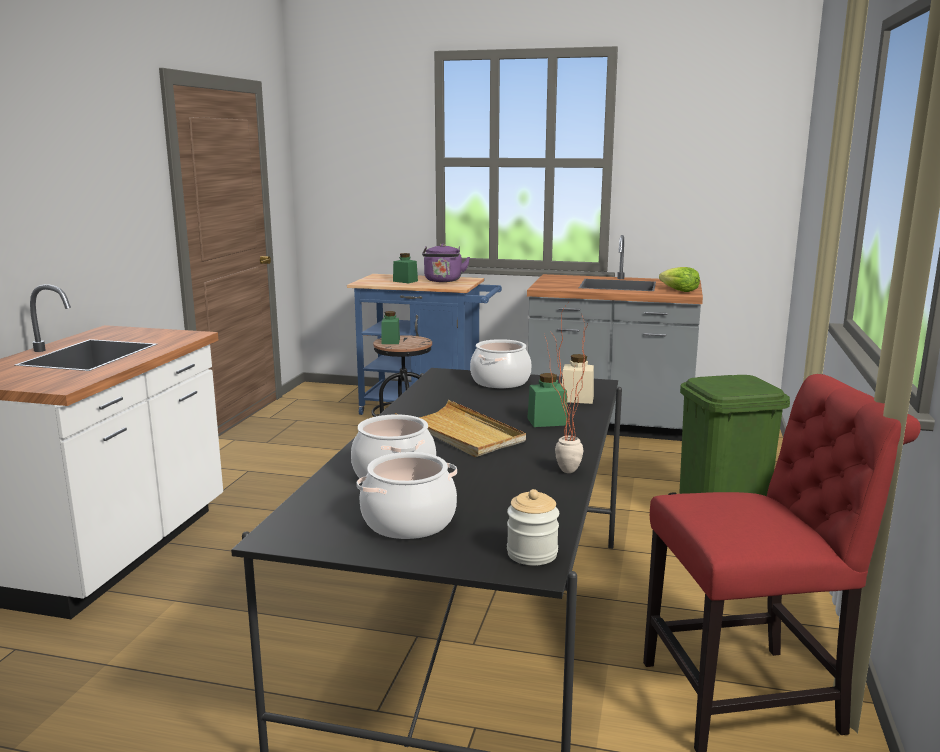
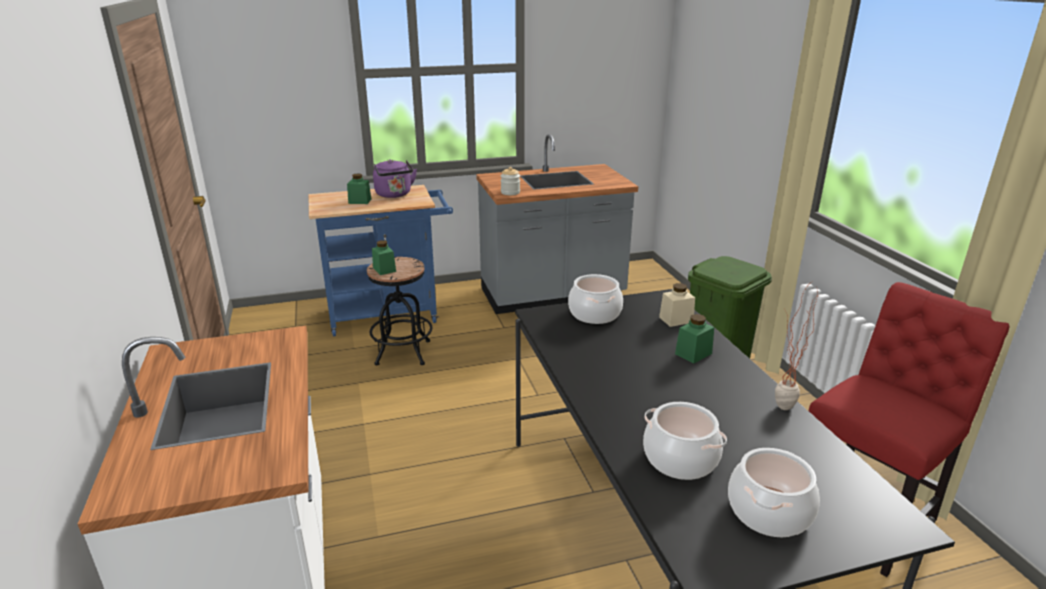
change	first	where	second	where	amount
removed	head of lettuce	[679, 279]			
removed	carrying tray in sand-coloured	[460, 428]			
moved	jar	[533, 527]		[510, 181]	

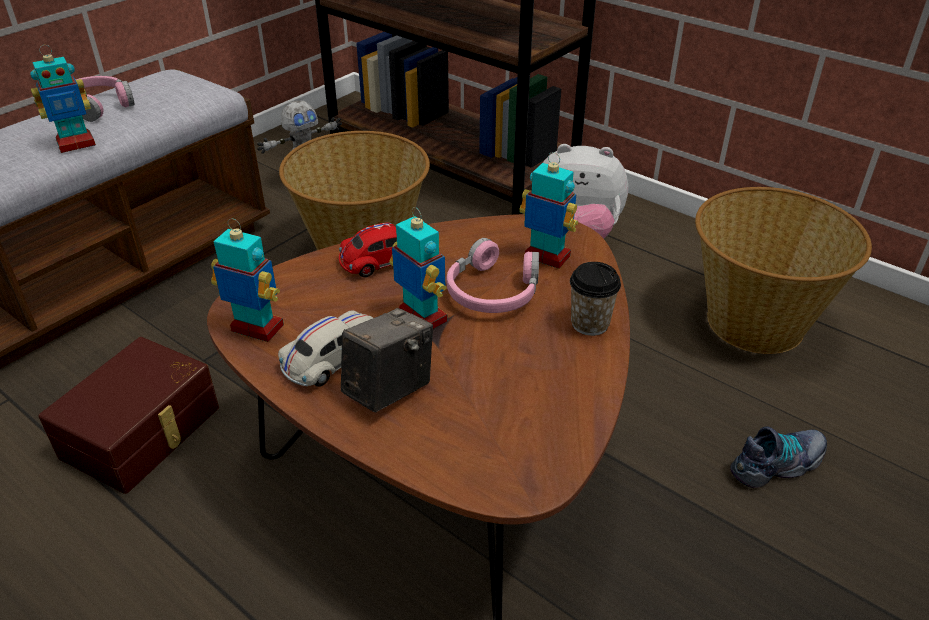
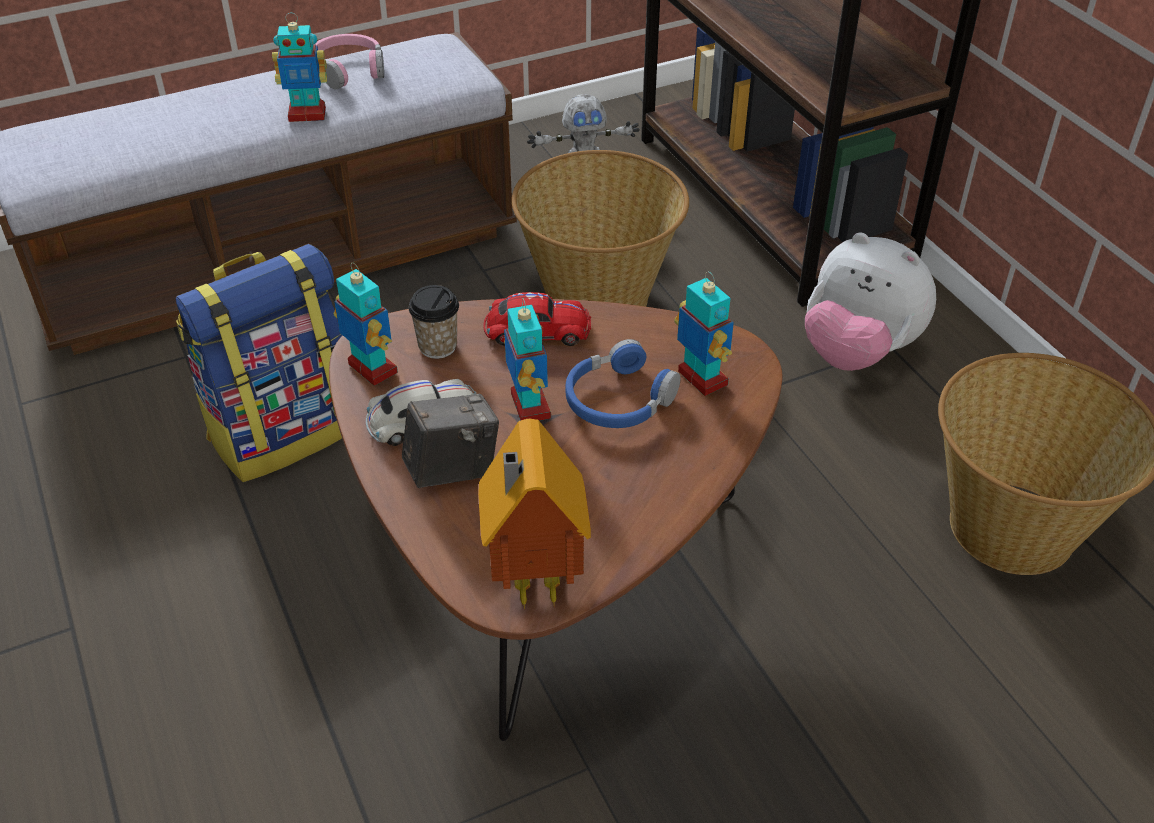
change	first	where	second	where	amount
recoloured	pair of headphones in pink-coloured	[492, 275]	pair of headphones in blue	[623, 383]	
moved	drinking cup	[595, 299]		[434, 322]	
replaced	storage box in brown	[129, 415]	rucksack	[259, 363]	
removed	low shoe	[778, 457]			
added			model house	[534, 514]	

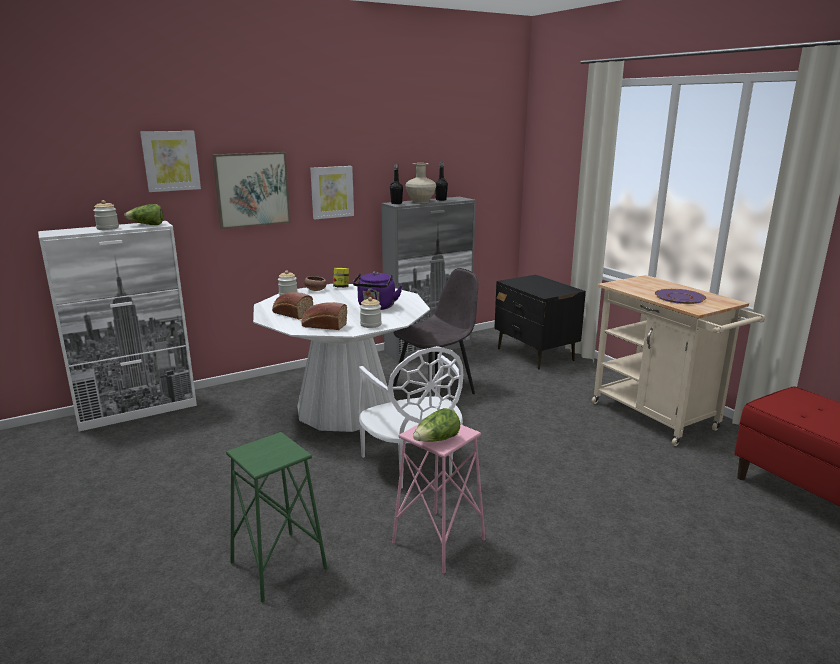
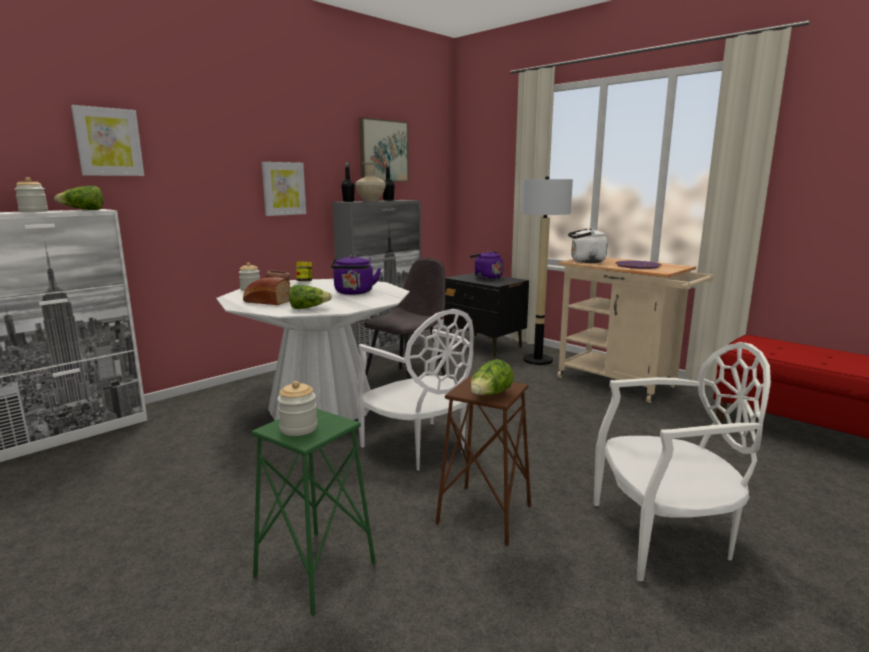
change	first	where	second	where	amount
moved	picture	[251, 190]		[384, 149]	
moved	jar	[371, 312]		[297, 408]	
replaced	bakery bread	[324, 316]	head of lettuce	[310, 297]	
recoloured	stool in pink-coloured	[439, 499]	stool in brown	[483, 460]	
added			standard lamp	[547, 270]	
added			water kettle in white-coloured	[588, 245]	
added			water kettle in purplish	[486, 265]	
added			upright chair in white-coloured	[682, 461]	

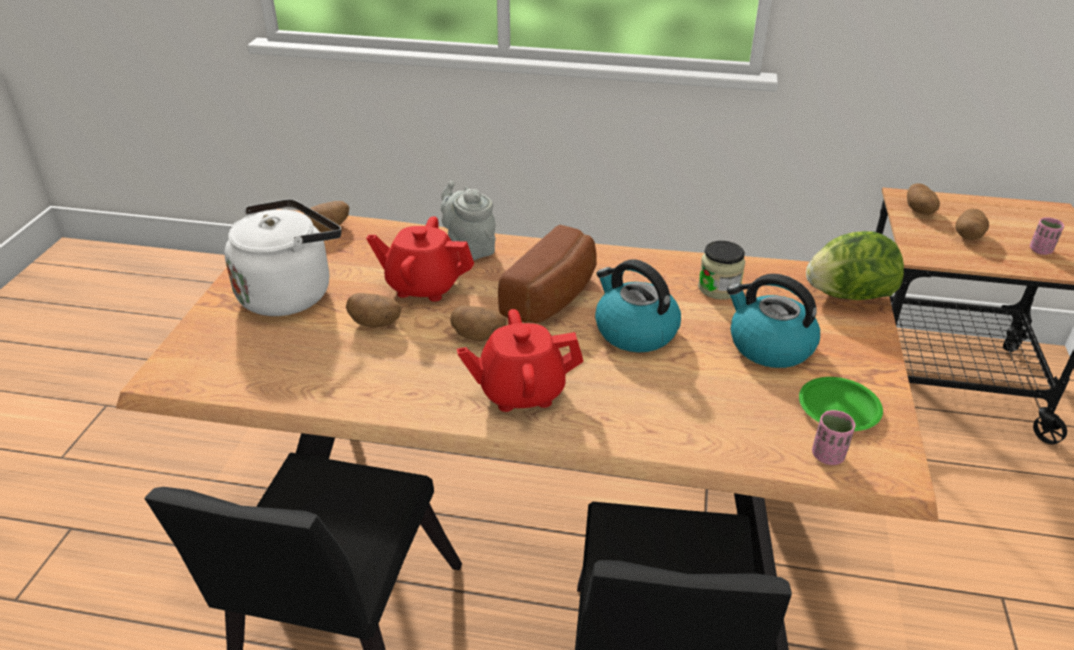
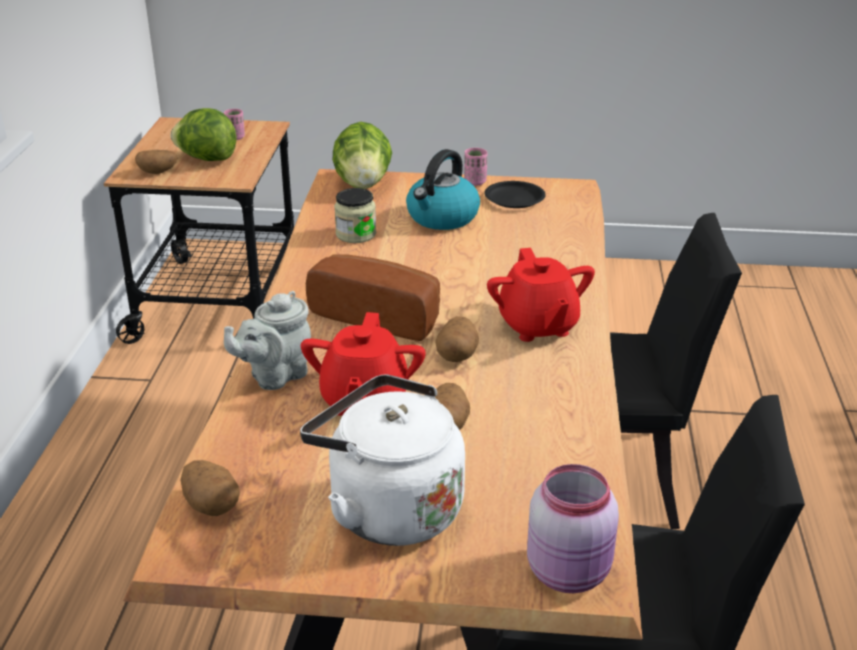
change	first	where	second	where	amount
replaced	whole potato	[972, 224]	head of lettuce	[203, 134]	
removed	water kettle	[638, 305]			
recoloured	plate in green-coloured	[841, 404]	plate in black	[515, 194]	
moved	drinking cup in pink-coloured	[833, 437]		[475, 167]	
added			jar in pink-coloured	[573, 528]	

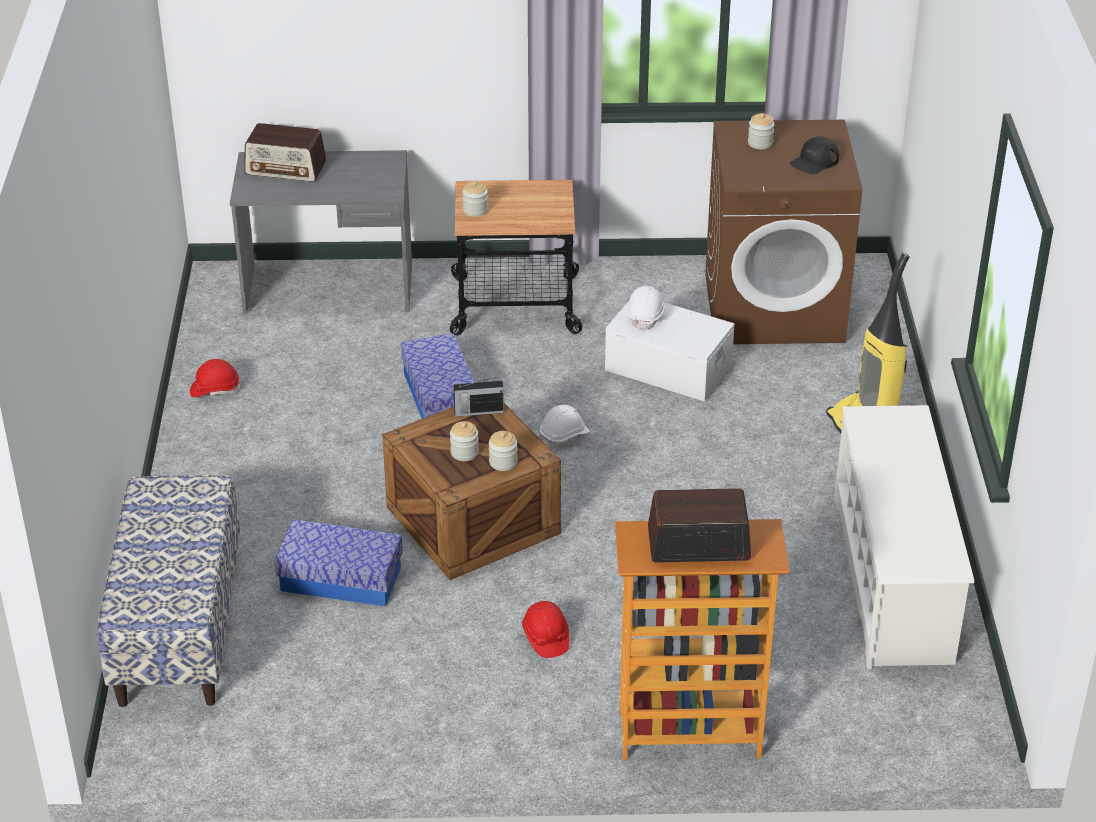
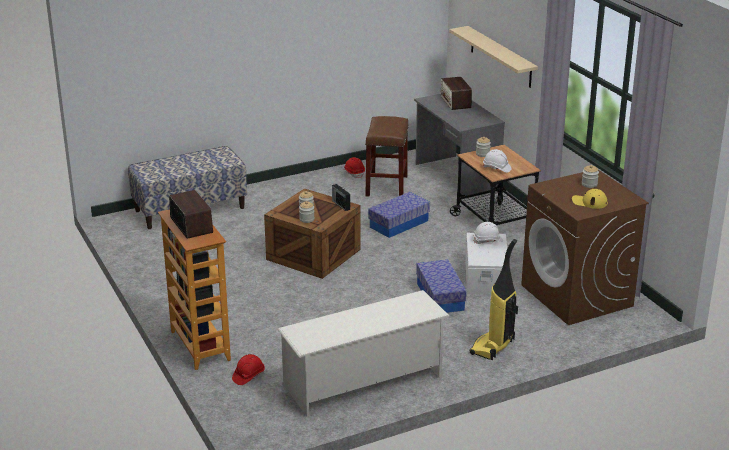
change	first	where	second	where	amount
recoloured	cap in black	[814, 155]	cap in yellow	[590, 199]	
moved	work helmet in white-coloured	[565, 426]		[497, 161]	
moved	storage box	[338, 563]		[441, 286]	
moved	work helmet in reddish	[545, 629]		[248, 369]	
added			bracket shelf in sand-coloured	[493, 57]	
added			stool in brown	[387, 156]	

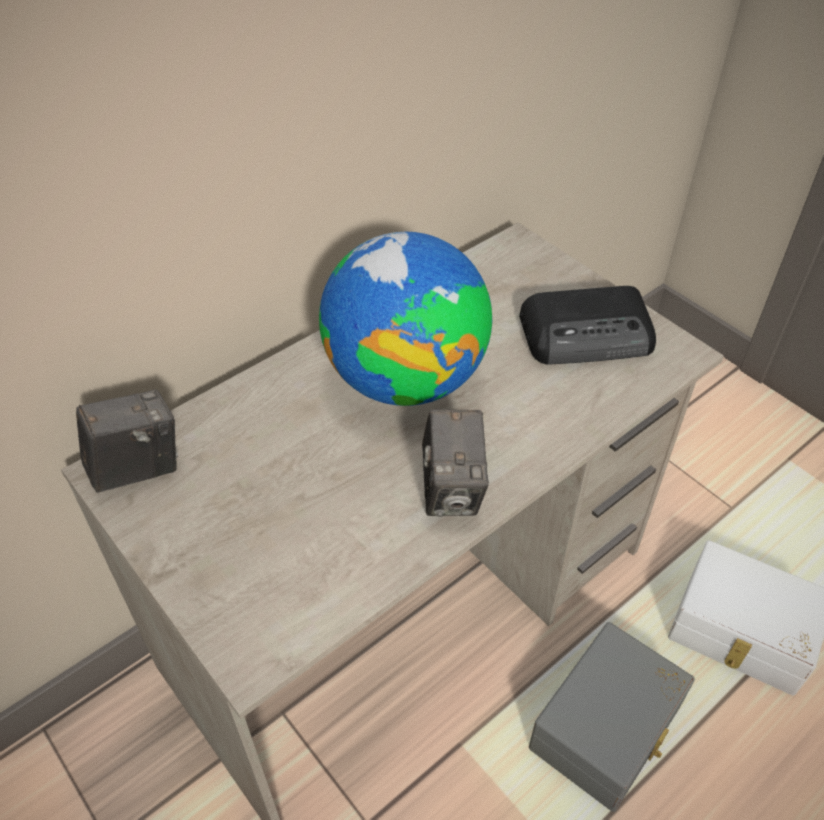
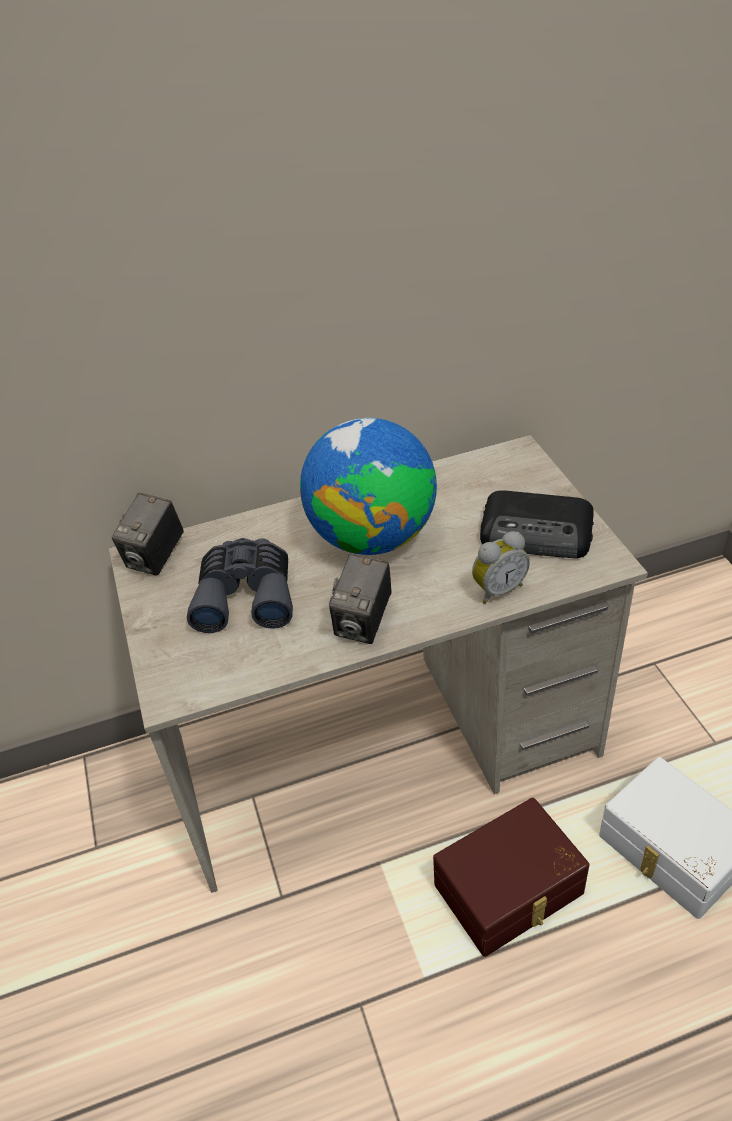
change	first	where	second	where	amount
turned	photo camera	[127, 441]		[148, 534]	120 degrees clockwise
recoloured	storage box in grey	[612, 717]	storage box in brown	[511, 877]	
added			bedside clock	[501, 567]	
added			pair of binoculars in grey	[240, 585]	

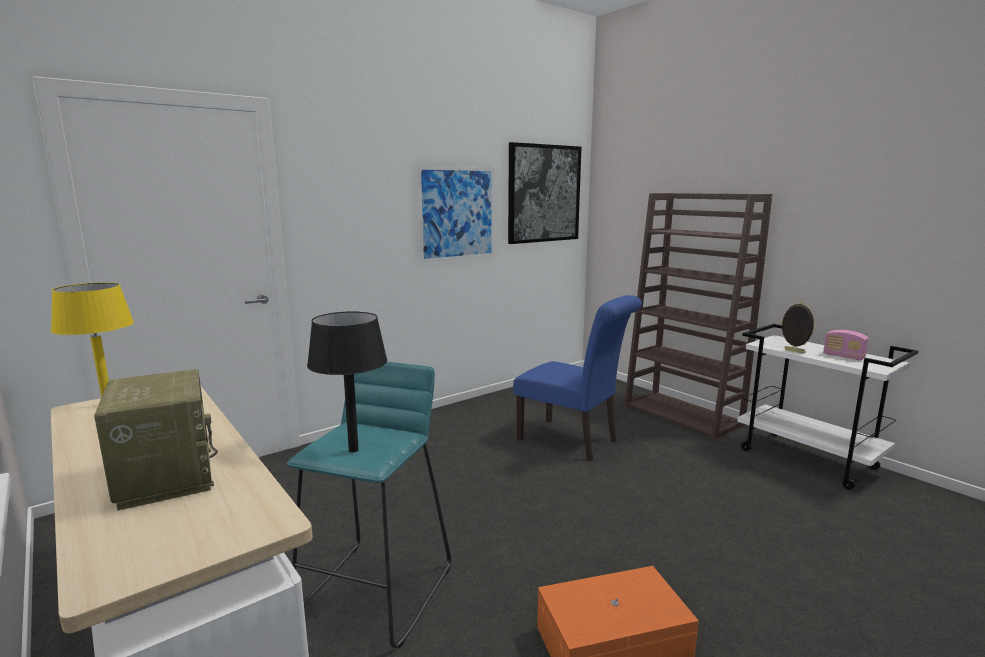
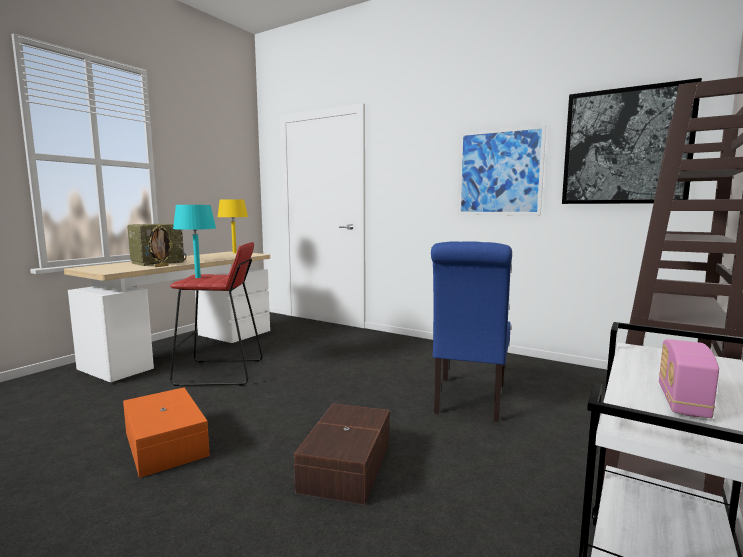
change	first	where	second	where	amount
moved	standing frame	[799, 328]		[160, 246]	
recoloured	lamp for a table in black	[347, 381]	lamp for a table in blue-green	[194, 241]	
recoloured	stool in blue-green	[369, 505]	stool in reddish	[216, 314]	
added			storage box in brown	[342, 454]	

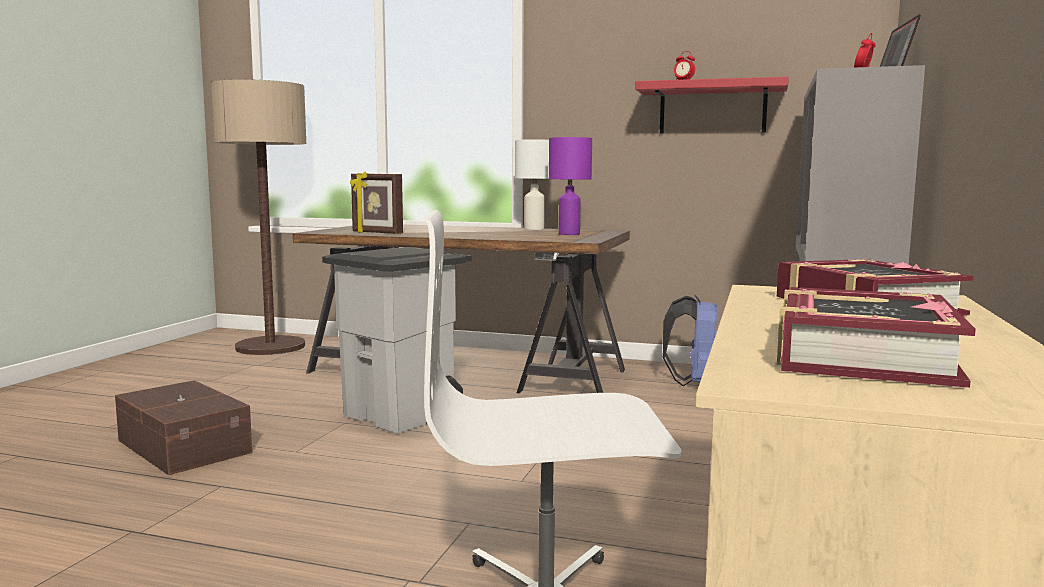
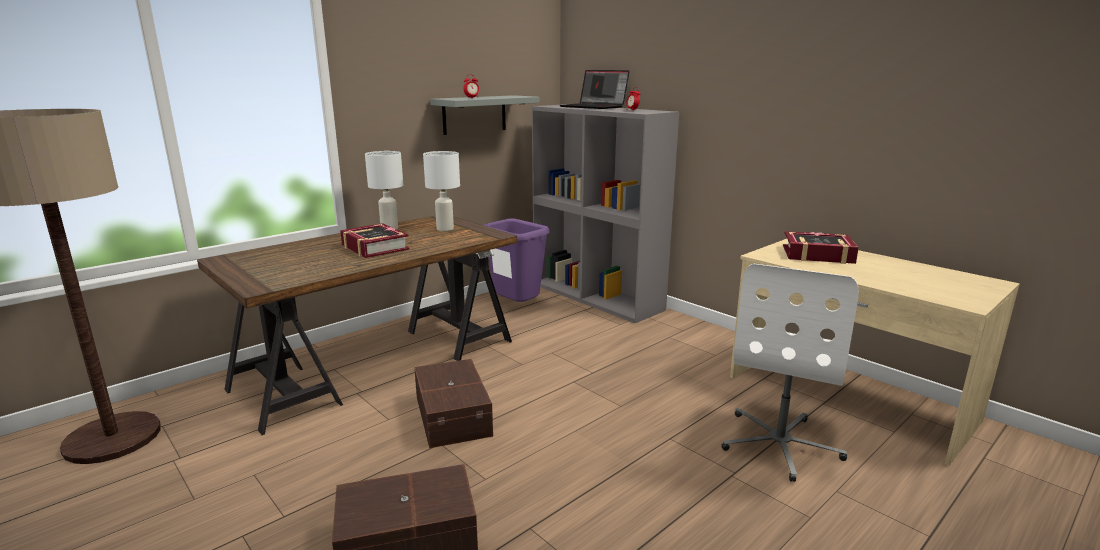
change	first	where	second	where	amount
recoloured	bracket shelf in reddish	[712, 105]	bracket shelf in grey	[485, 115]	
recoloured	lamp for a table in purplish	[570, 186]	lamp for a table in white-coloured	[441, 191]	
removed	standing frame	[376, 202]			
replaced	rubbish bin in grey	[397, 340]	storage box in brown	[453, 403]	
moved	book	[876, 337]		[375, 240]	
replaced	rucksack in blue	[690, 340]	rubbish bin in purplish	[516, 260]	

